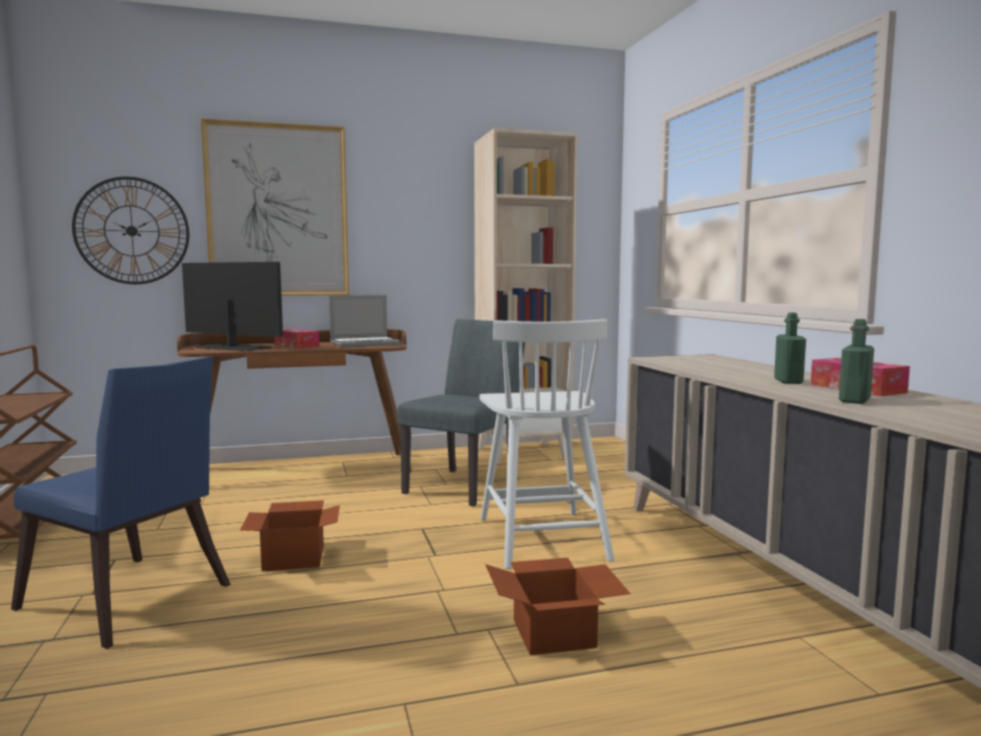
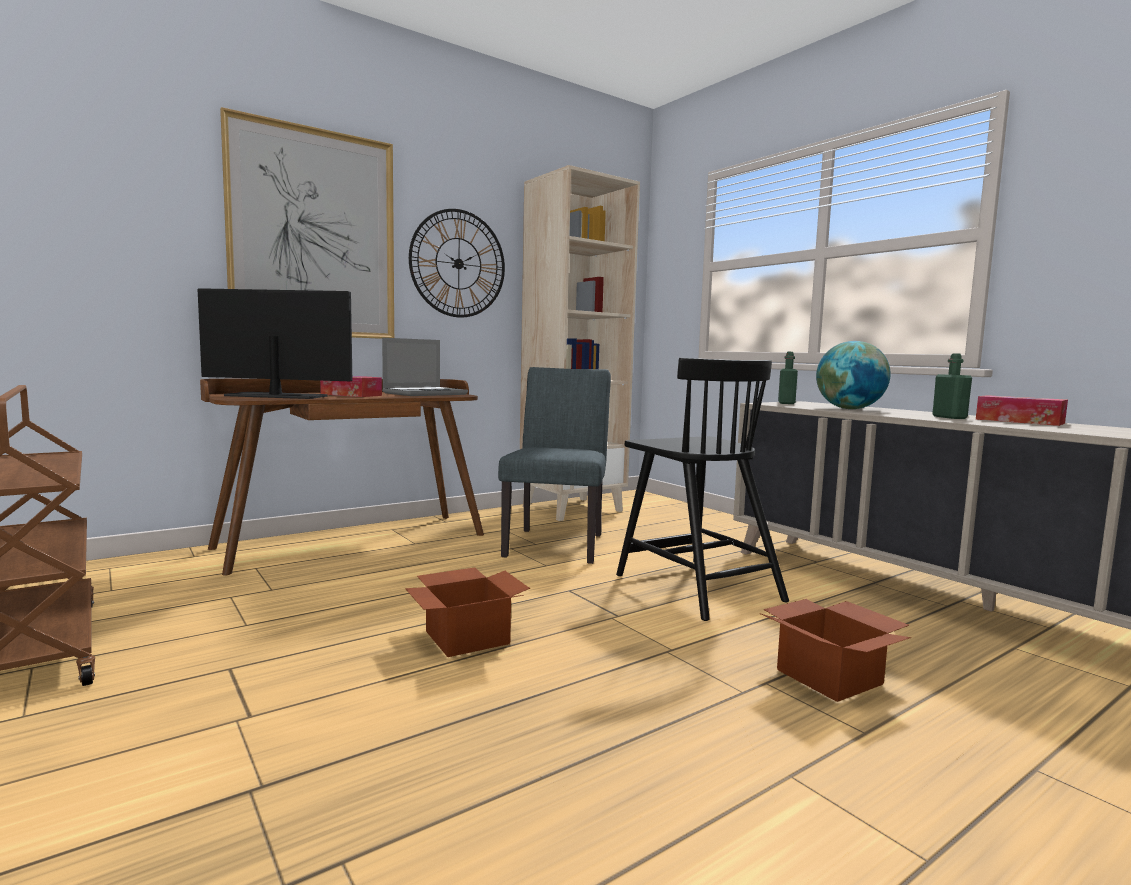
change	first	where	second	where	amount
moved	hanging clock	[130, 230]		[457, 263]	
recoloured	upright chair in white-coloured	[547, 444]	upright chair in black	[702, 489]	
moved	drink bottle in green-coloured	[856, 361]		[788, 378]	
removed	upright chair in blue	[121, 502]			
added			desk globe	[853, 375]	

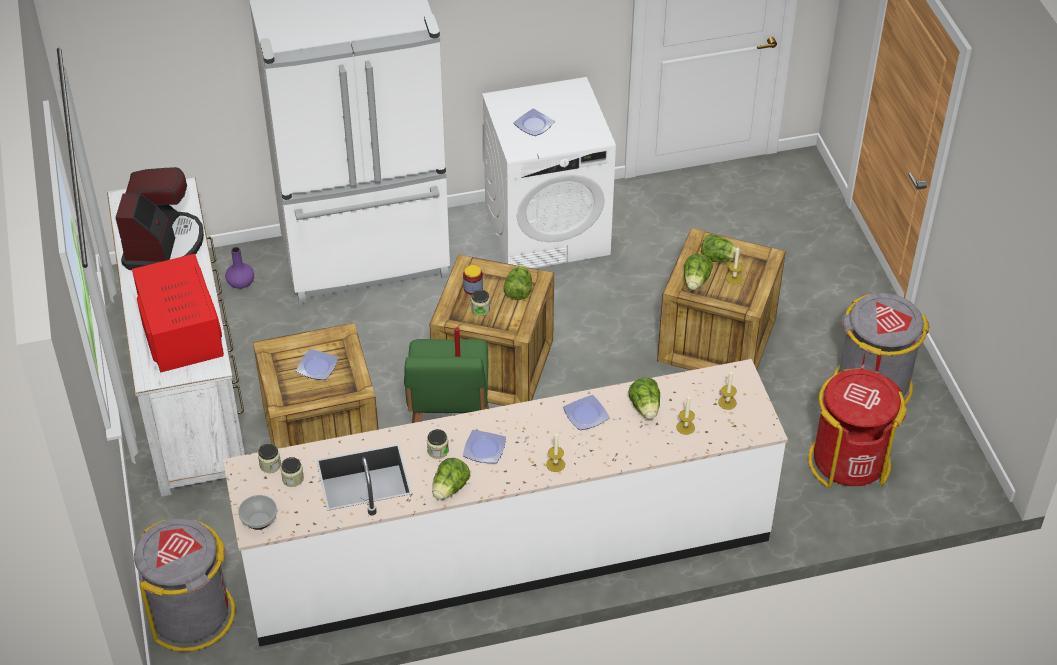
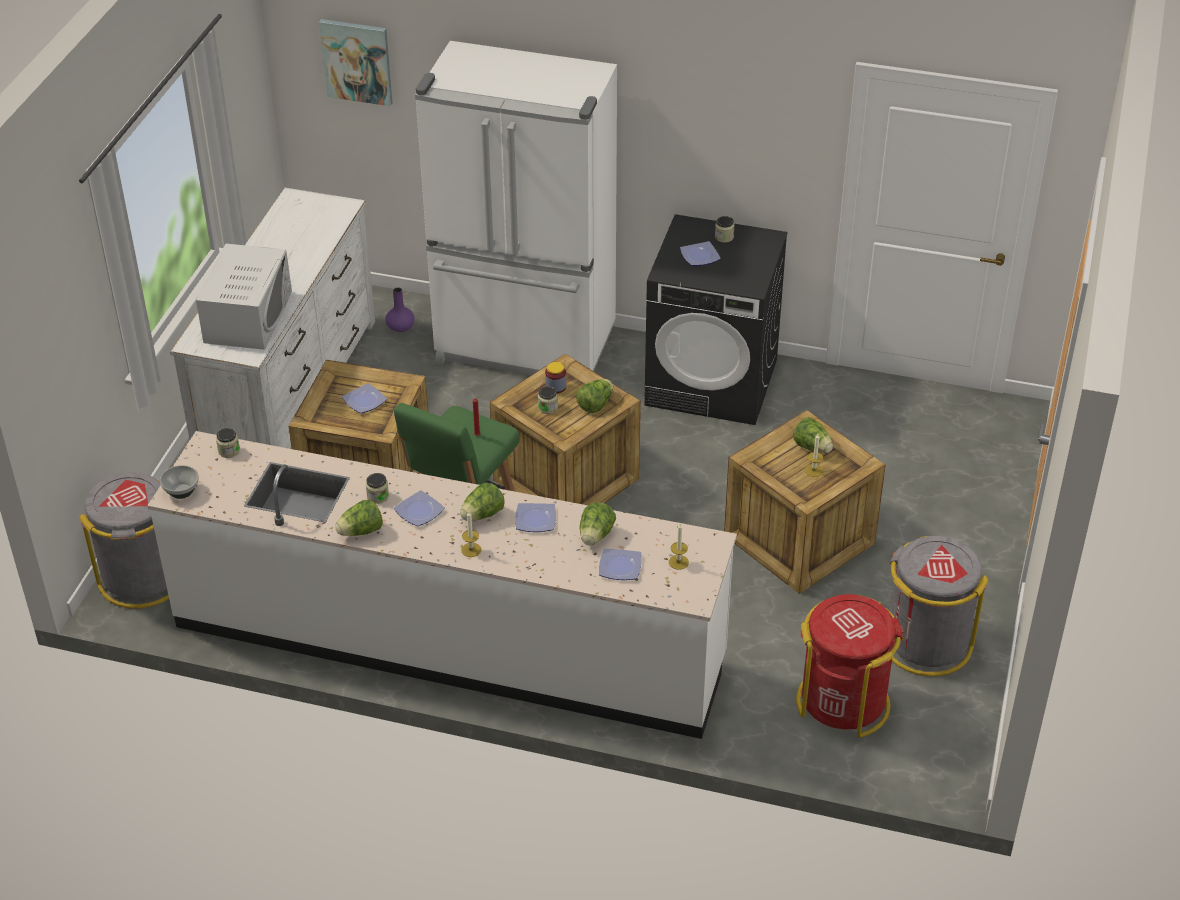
change	first	where	second	where	amount
recoloured	washing machine in white-coloured	[549, 173]	washing machine in black	[716, 319]	
removed	coffee brewer	[160, 218]			
recoloured	kitchen microwave in reddish	[178, 313]	kitchen microwave in white-coloured	[244, 297]	
moved	head of lettuce	[698, 272]		[482, 502]	
replaced	wax light	[685, 415]	plate	[620, 564]	
moved	jar	[292, 472]		[725, 229]	
added			picture	[356, 62]	

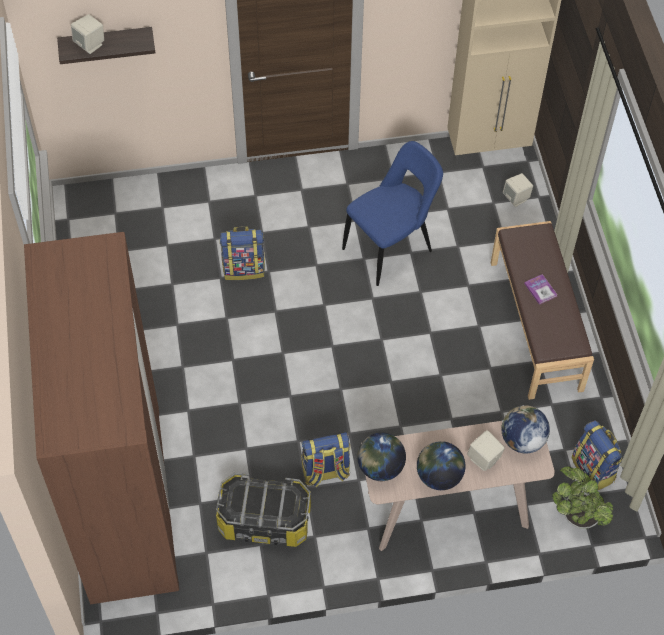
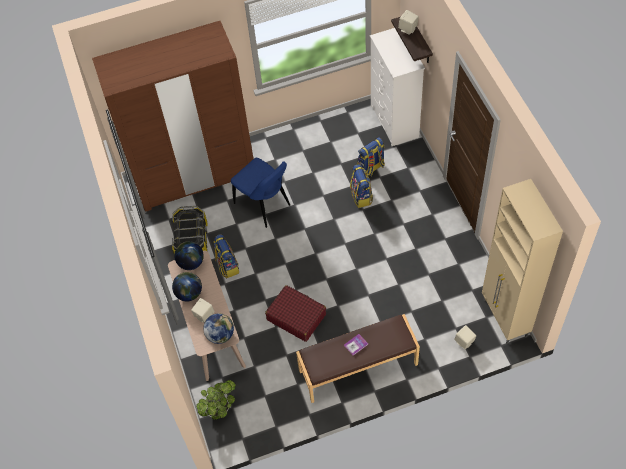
change	first	where	second	where	amount
moved	upright chair in blue	[392, 213]		[260, 193]	
moved	rucksack	[597, 455]		[371, 157]	
added			drawer chest in white-coloured	[397, 87]	
added			travel case in reddish	[295, 313]	

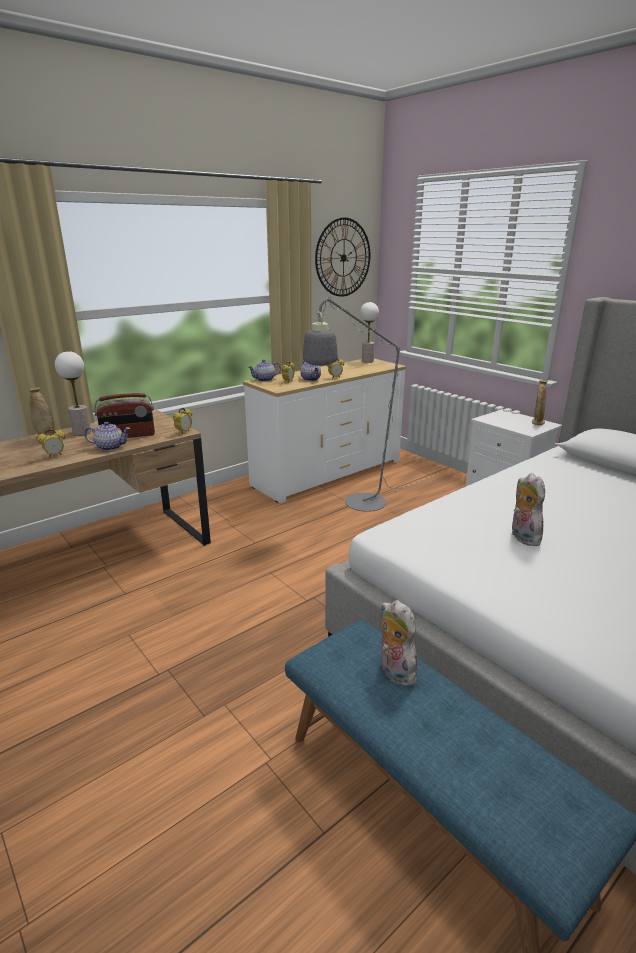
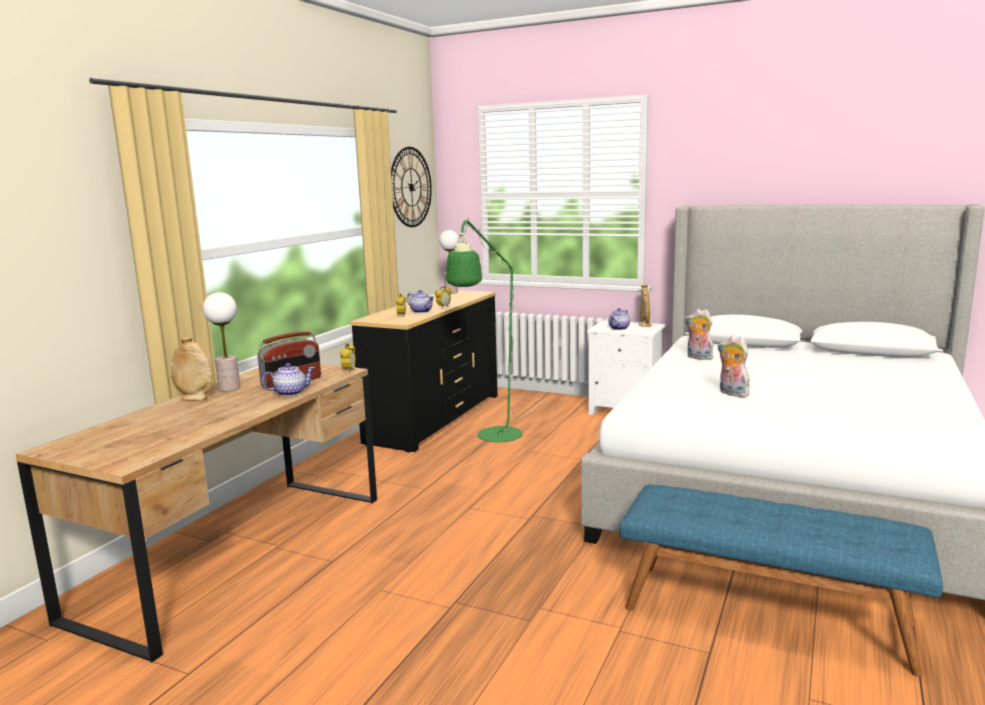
change	first	where	second	where	amount
recoloured	standard lamp in grey	[371, 404]	standard lamp in green-coloured	[496, 330]	
recoloured	drawer chest in white-coloured	[324, 431]	drawer chest in black	[424, 371]	
moved	tea pot	[264, 370]		[619, 319]	
removed	bedside clock	[51, 443]			
moved	cuddly toy	[399, 643]		[698, 334]	

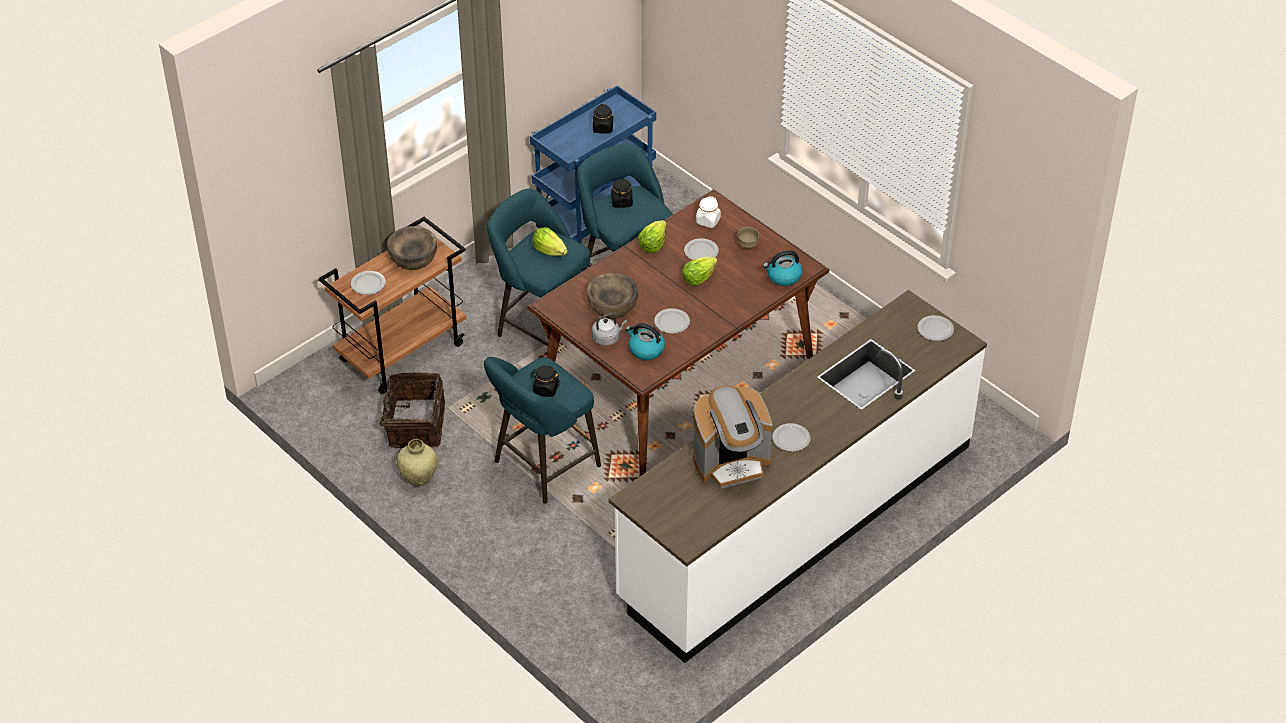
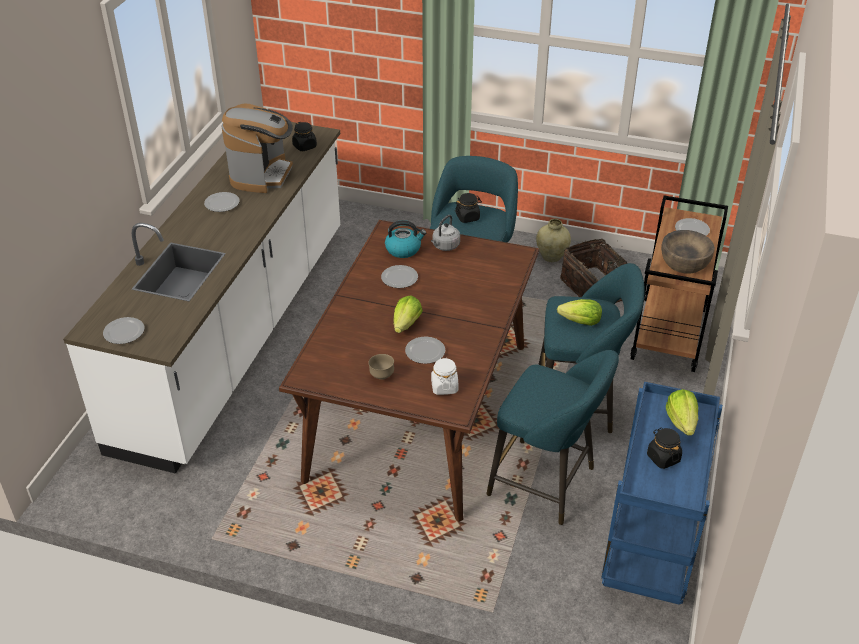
change	first	where	second	where	amount
moved	jar in black	[622, 193]		[304, 136]	
moved	head of lettuce	[652, 236]		[682, 412]	
removed	water kettle	[782, 268]			
removed	bowl in brown	[612, 295]			
turned	coffee brewer	[733, 437]		[257, 148]	150 degrees clockwise

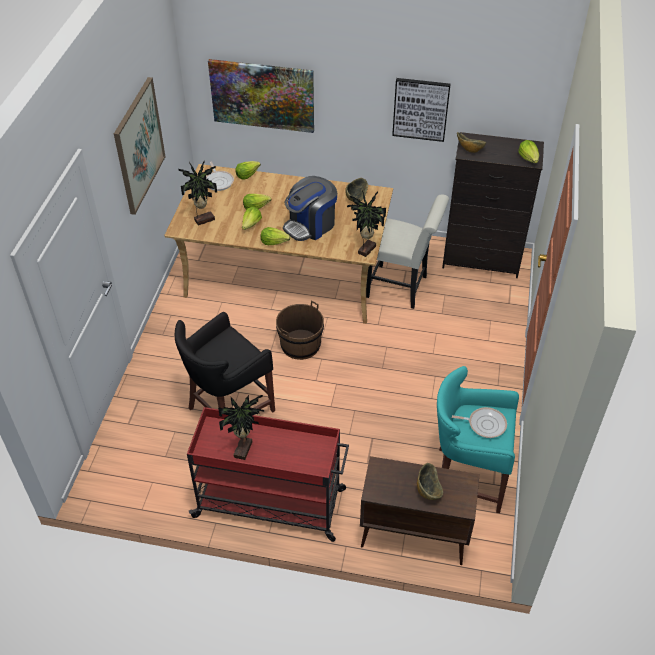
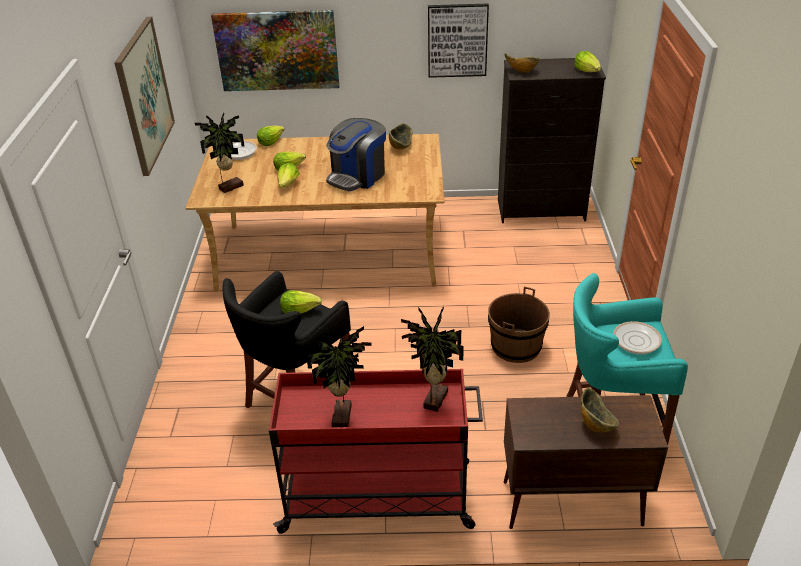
change	first	where	second	where	amount
moved	potted plant	[366, 223]		[432, 359]	
removed	upright chair in white-coloured	[407, 252]			
moved	head of lettuce	[275, 236]		[301, 301]	
moved	water bucket in brown	[300, 330]		[519, 325]	

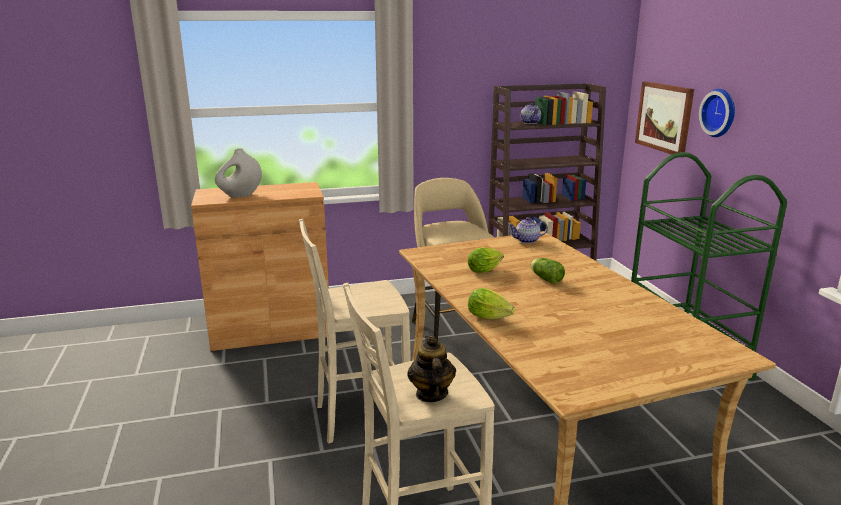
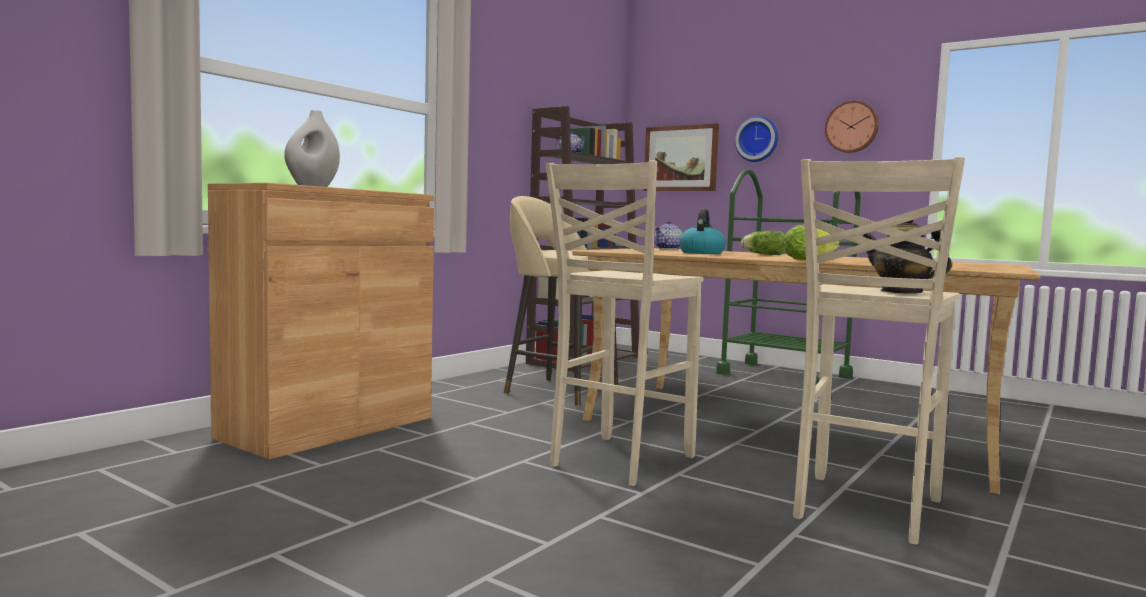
change	first	where	second	where	amount
replaced	head of lettuce	[486, 260]	water kettle	[702, 231]	
added			hanging clock	[852, 126]	

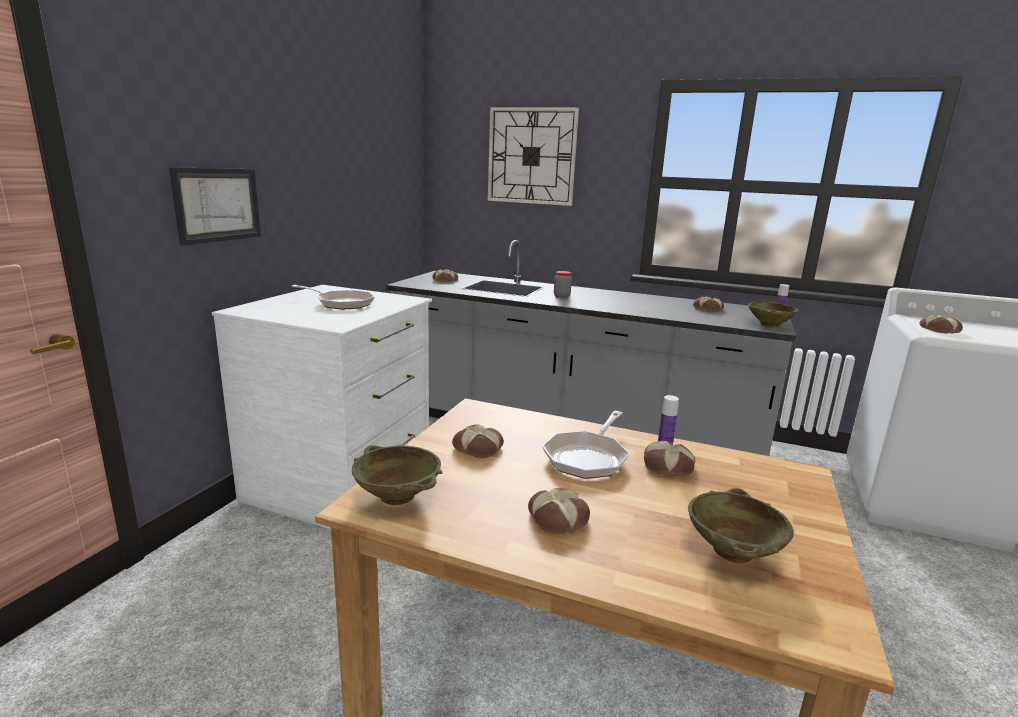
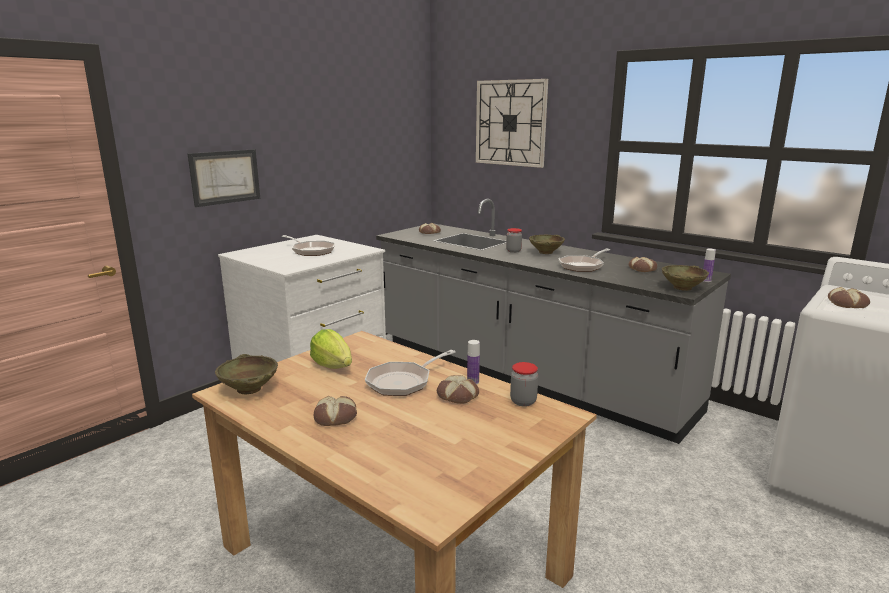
change	first	where	second	where	amount
replaced	bakery bread	[478, 441]	head of lettuce	[331, 349]	
moved	bowl in sand-coloured	[741, 525]		[547, 244]	
added			frying pan	[584, 260]	
added			jar	[524, 384]	

